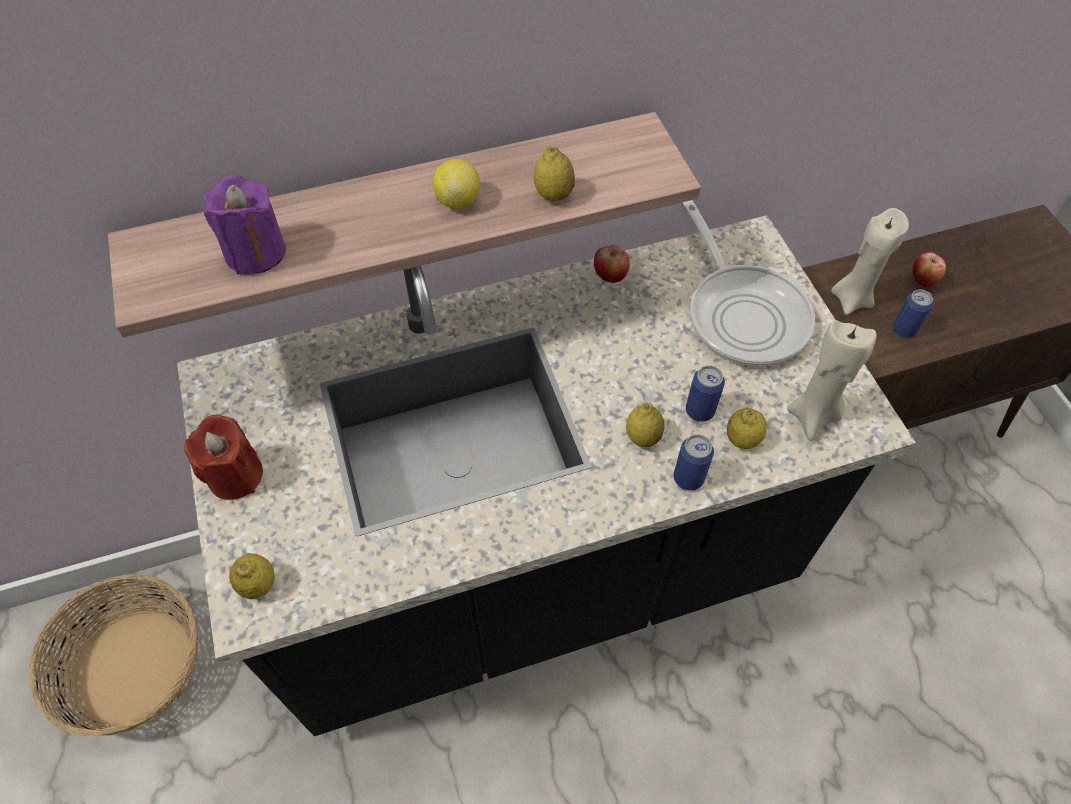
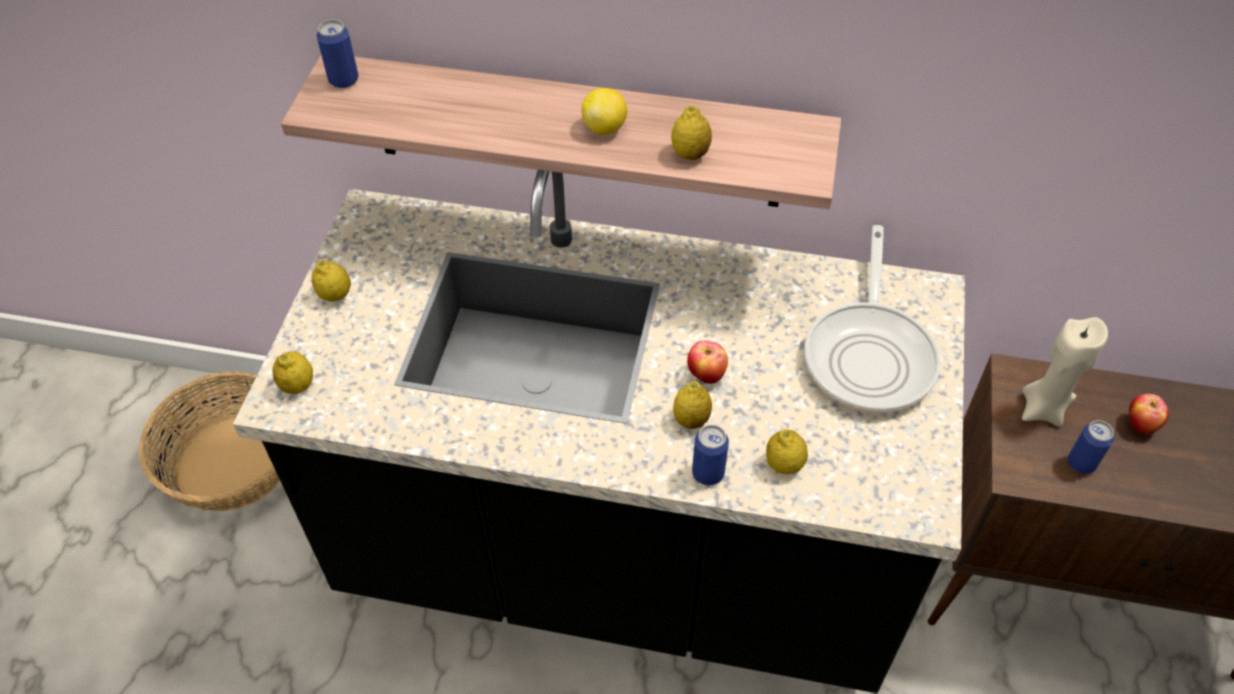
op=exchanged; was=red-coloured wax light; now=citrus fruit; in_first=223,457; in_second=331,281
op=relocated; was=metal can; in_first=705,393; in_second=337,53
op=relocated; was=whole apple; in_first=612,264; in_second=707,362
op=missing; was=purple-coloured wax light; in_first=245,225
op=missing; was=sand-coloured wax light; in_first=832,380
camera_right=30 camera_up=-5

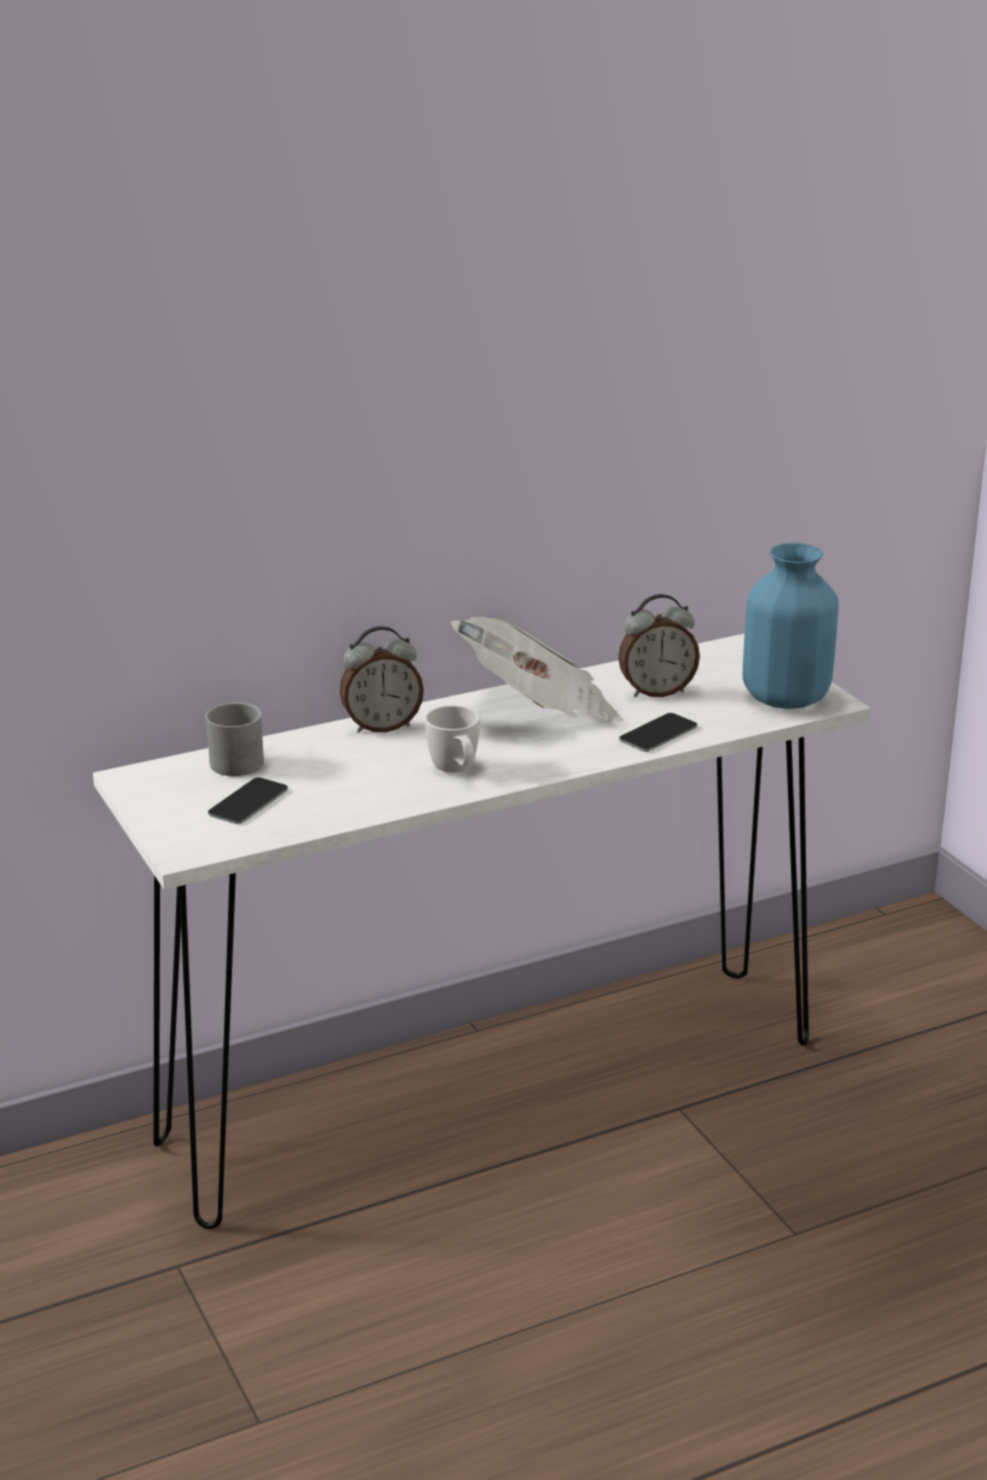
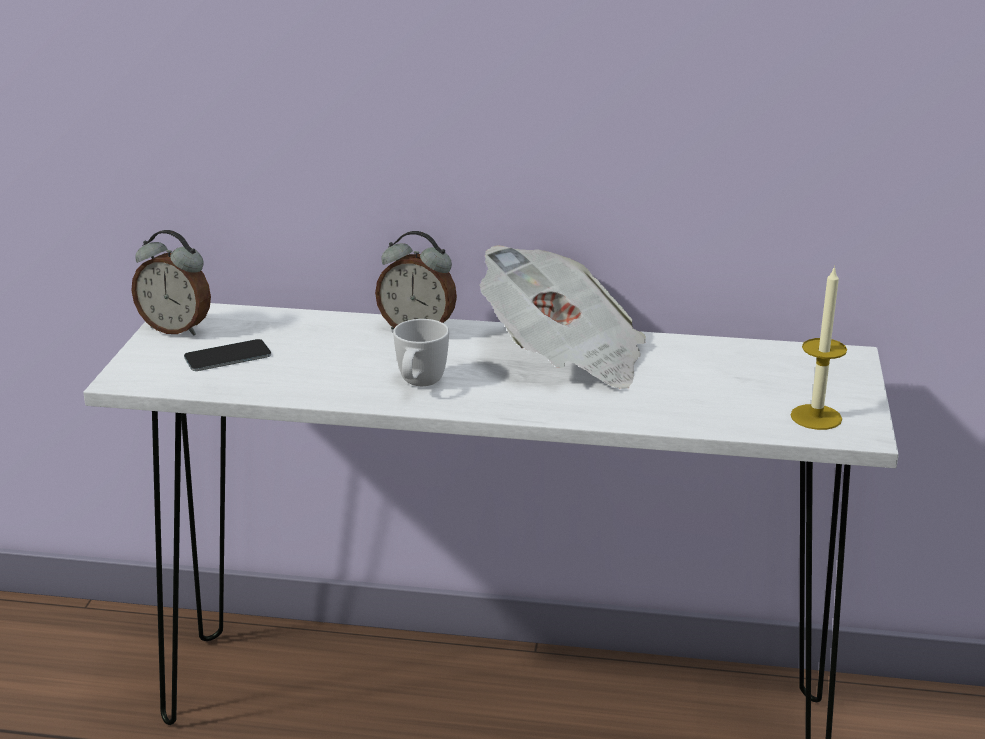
op=relocated; was=alarm clock; in_first=659,645; in_second=171,283
op=exchanged; was=blue-coloured decorative vase; now=wax light; in_first=791,626; in_second=819,347
op=missing; was=greyish tea mug; in_first=234,739
op=missing; was=telephone; in_first=658,732
camera_right=35 camera_up=0

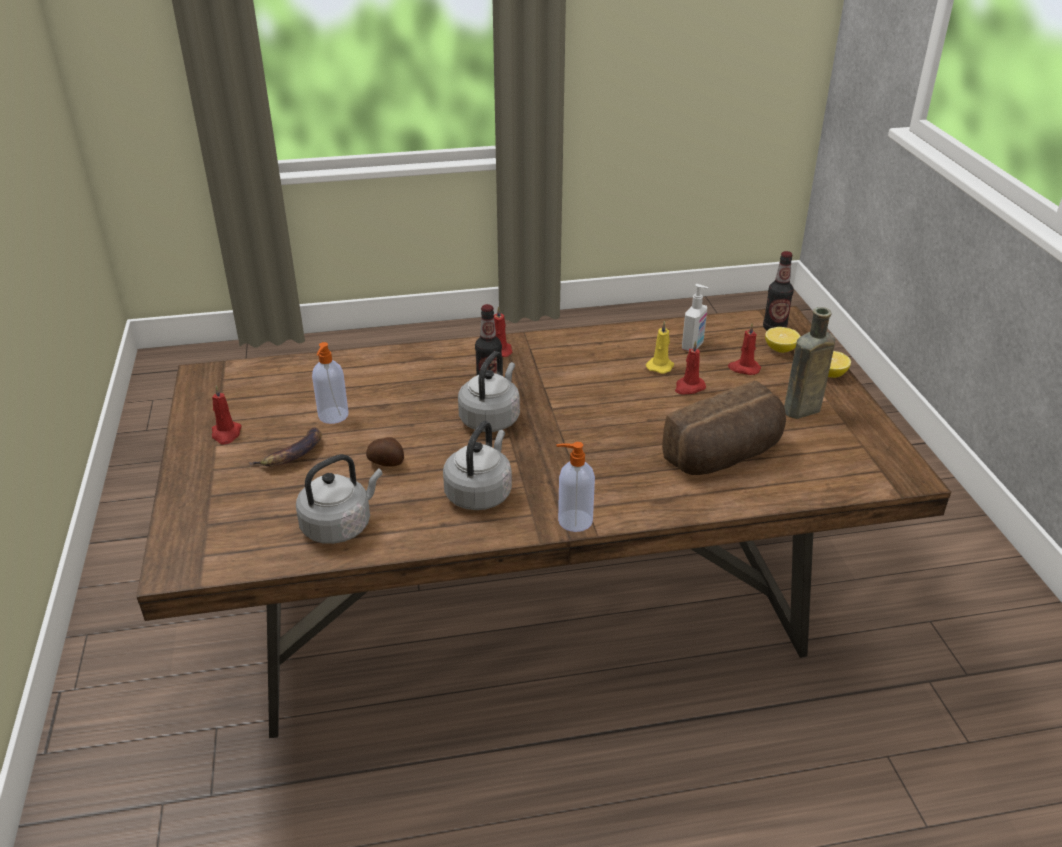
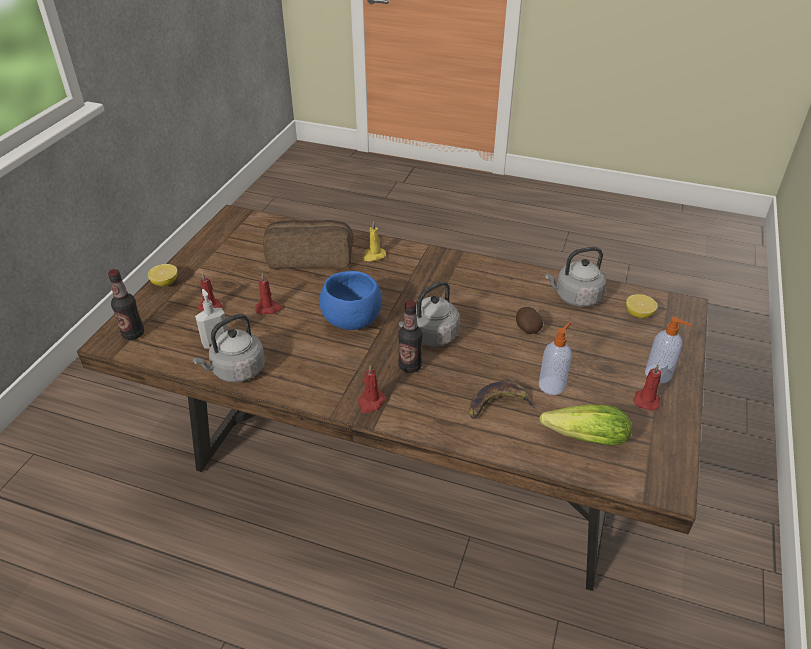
op=relocated; was=greyish tea kettle; in_first=477,465; in_second=229,348
op=appeared; now=blue-coloured deep dish; in_second=350,300
op=relocated; was=yellowish wax light; in_first=660,347; in_second=374,241
op=relocated; was=whole banana; in_first=285,447; in_second=502,400
op=appeared; now=lettuce; in_second=585,425
op=relocated; was=citrus fruit; in_first=783,340; in_second=642,306
op=relocated; was=soap dispenser; in_first=576,487; in_second=668,350
op=missing; was=brown bottle; in_first=809,363
camera_right=-150 camera_up=5

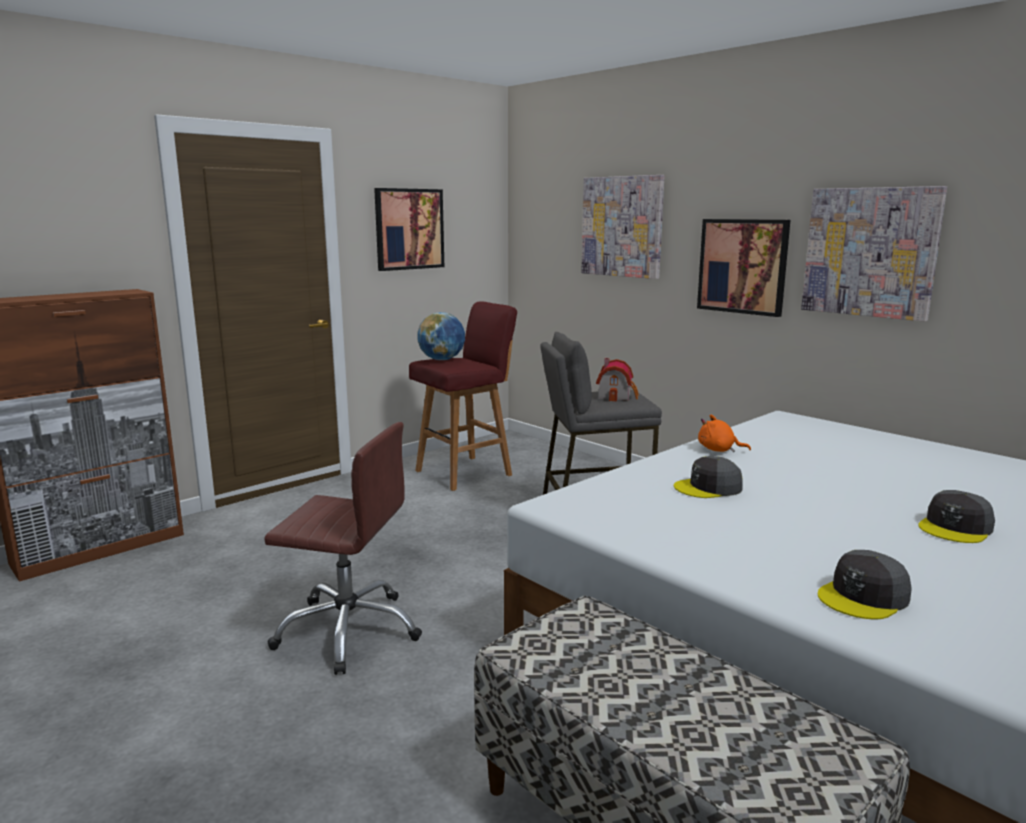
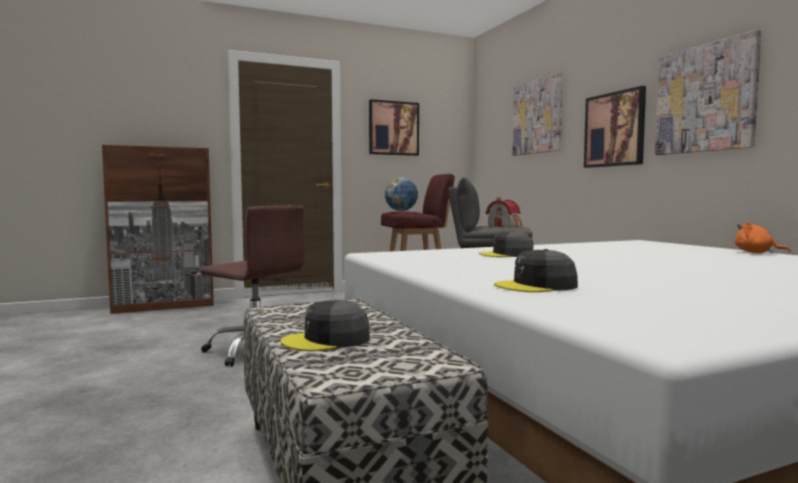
op=relocated; was=greyish peaked cap; in_first=956,516; in_second=325,325
op=relocated; was=orange-coloured cuddly toy; in_first=724,433; in_second=763,238
camera_right=20 camera_up=-10

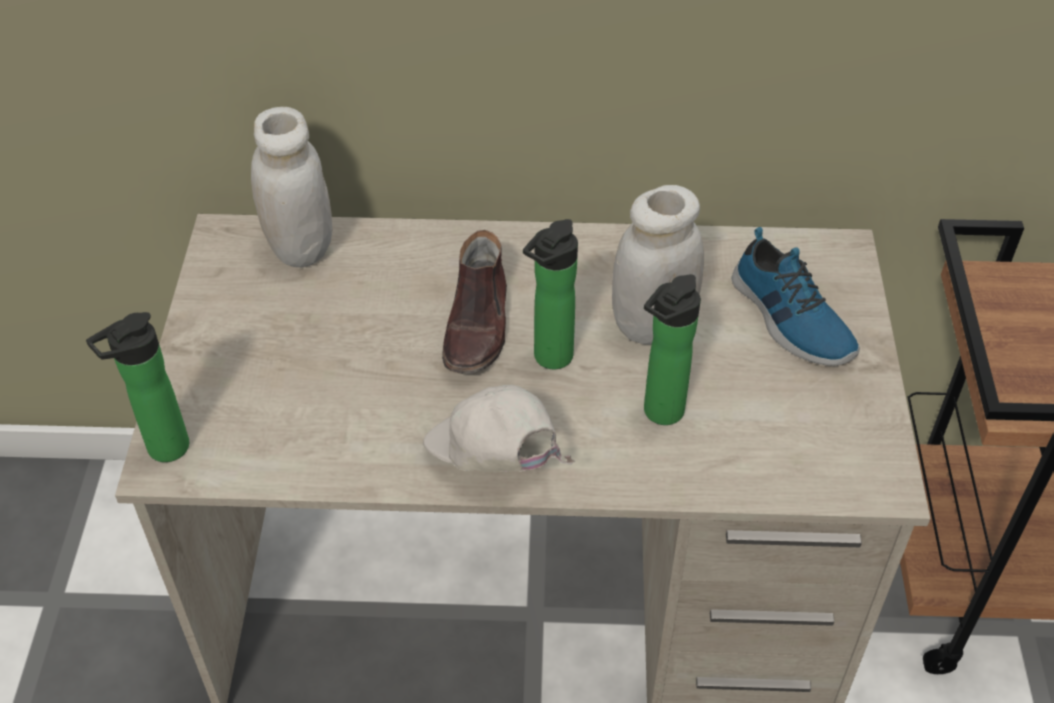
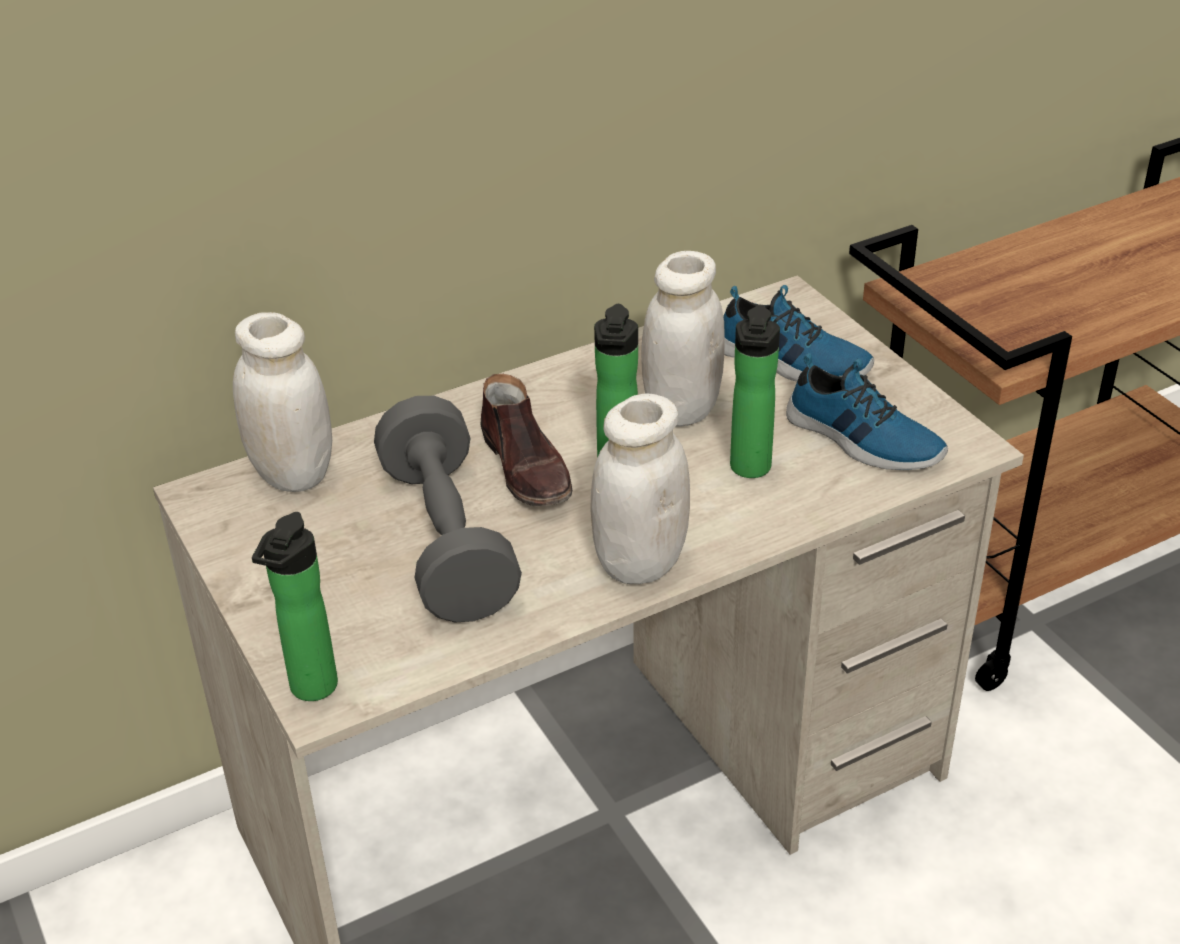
op=appeared; now=greyish free weight; in_second=448,509
op=exchanged; was=white peaked cap; now=white jar; in_first=499,428; in_second=640,488
op=appeared; now=shoe; in_second=867,411
camera_right=-30 camera_up=-10

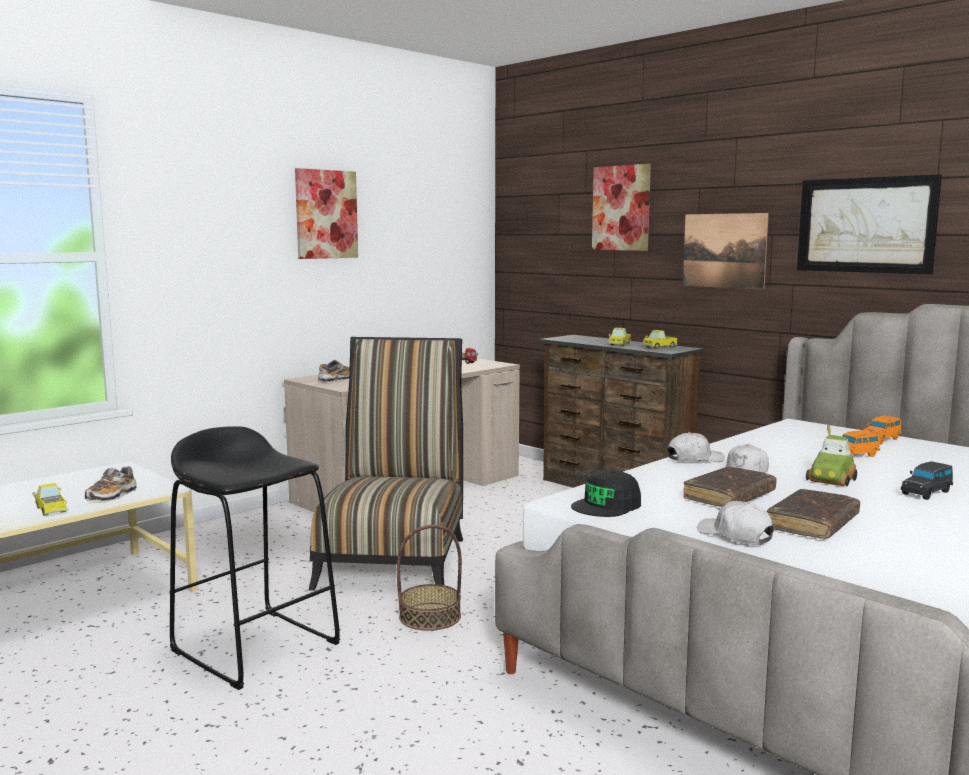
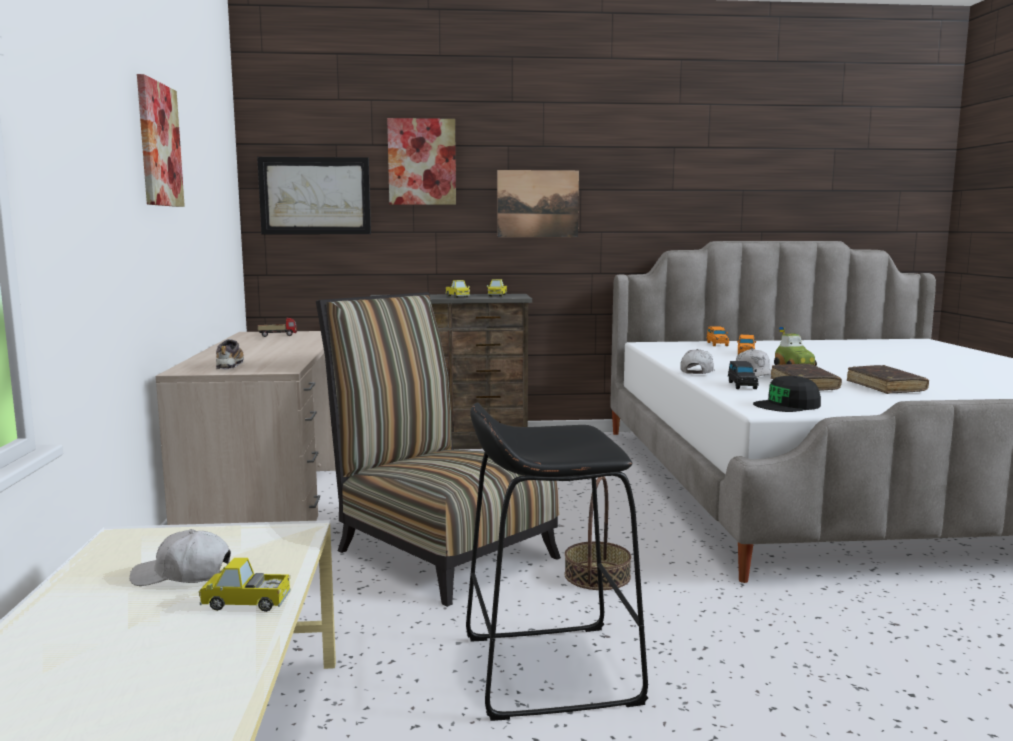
op=relocated; was=white peaked cap; in_first=735,523; in_second=180,557
op=relocated; was=wall art; in_first=869,224; in_second=314,195
op=relocated; was=blackish toy car; in_first=927,480; in_second=743,375
op=spun; was=blackish peaked cap; in_first=606,493; in_second=787,394; clockwise=75
op=missing; was=shoe; in_first=111,483
camera_right=-50 camera_up=0

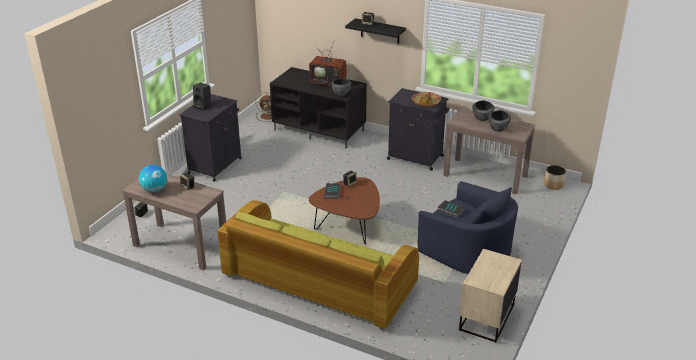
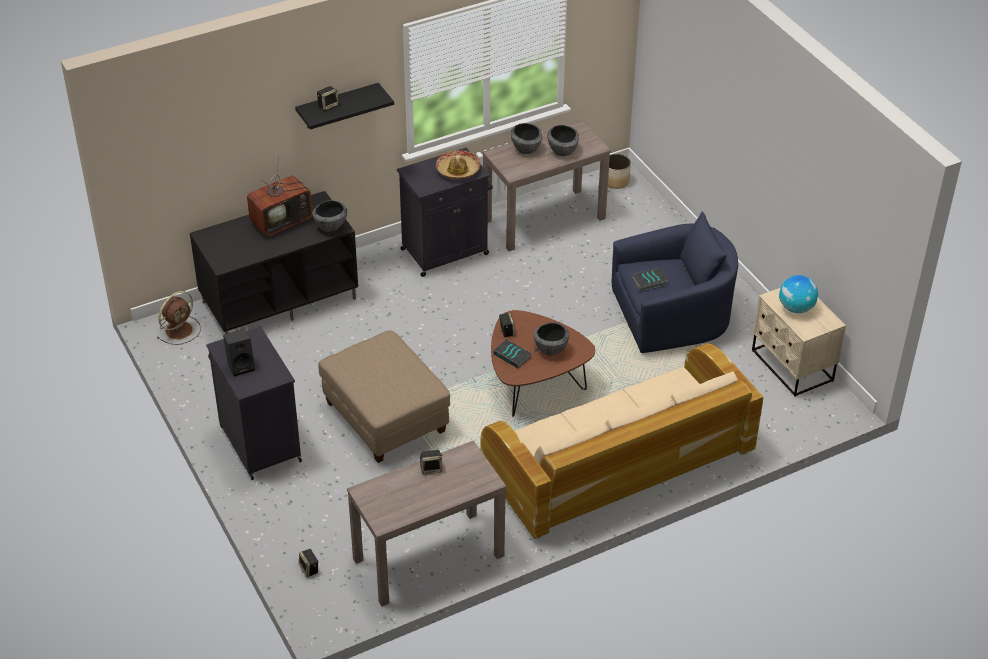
op=appeared; now=sand-coloured pouffe; in_second=384,396
op=colour; was=green sofa; now=sand-coloured sofa; in_first=318,265; in_second=622,441
op=appeared; now=deep dish; in_second=551,338
op=relocated; was=world globe; in_first=153,178; in_second=798,294
camera_right=-55 camera_up=10

